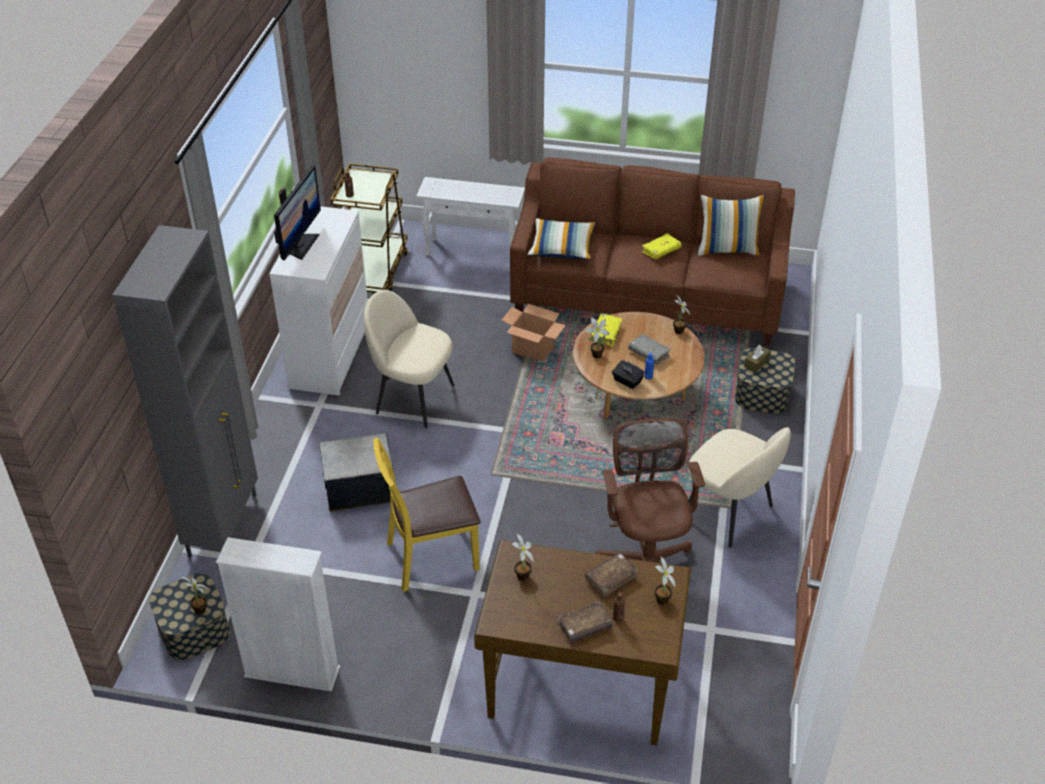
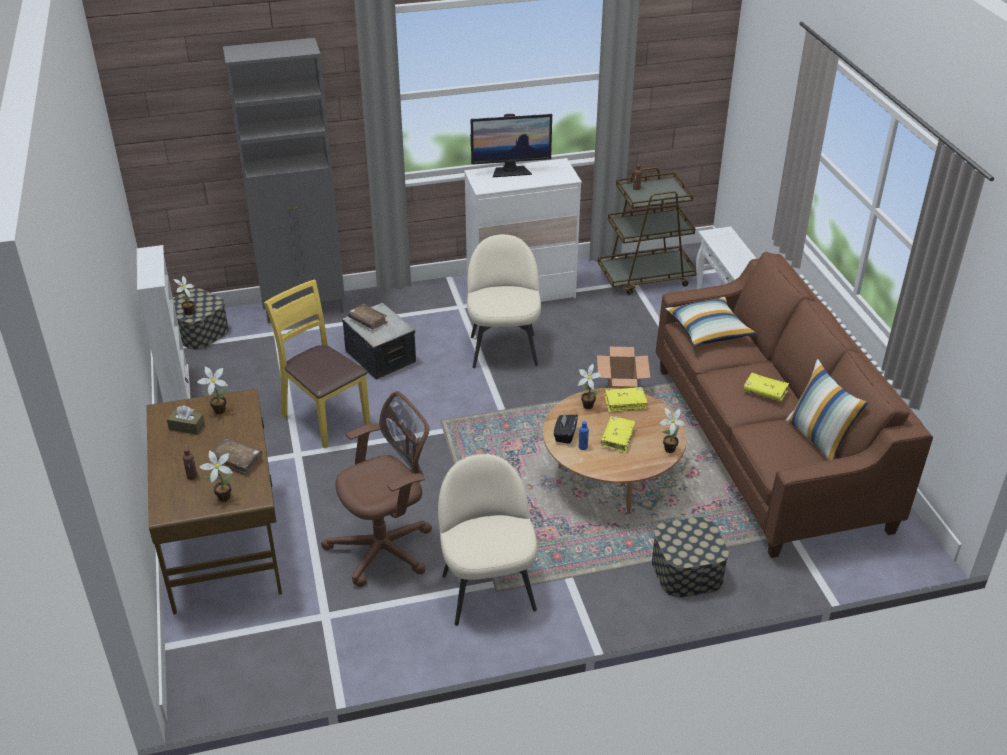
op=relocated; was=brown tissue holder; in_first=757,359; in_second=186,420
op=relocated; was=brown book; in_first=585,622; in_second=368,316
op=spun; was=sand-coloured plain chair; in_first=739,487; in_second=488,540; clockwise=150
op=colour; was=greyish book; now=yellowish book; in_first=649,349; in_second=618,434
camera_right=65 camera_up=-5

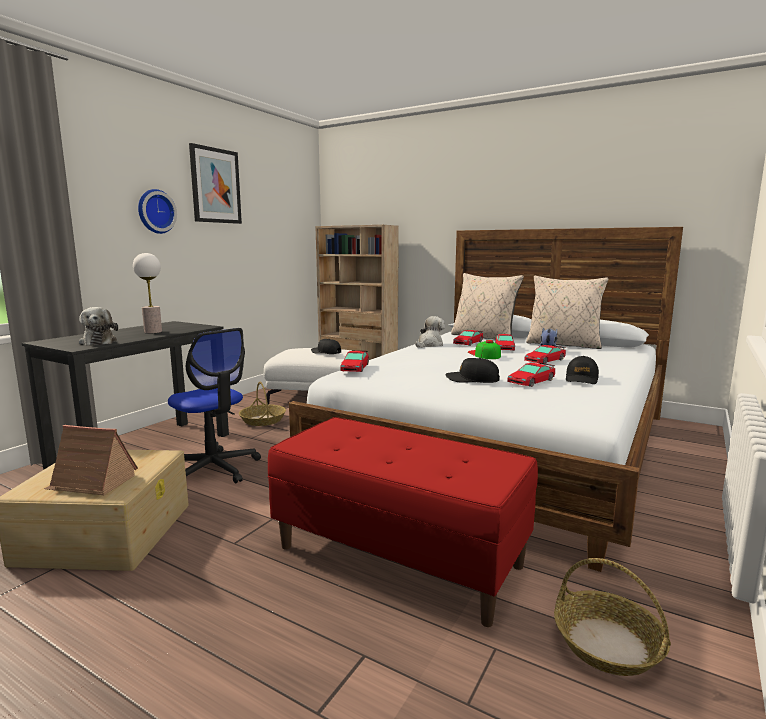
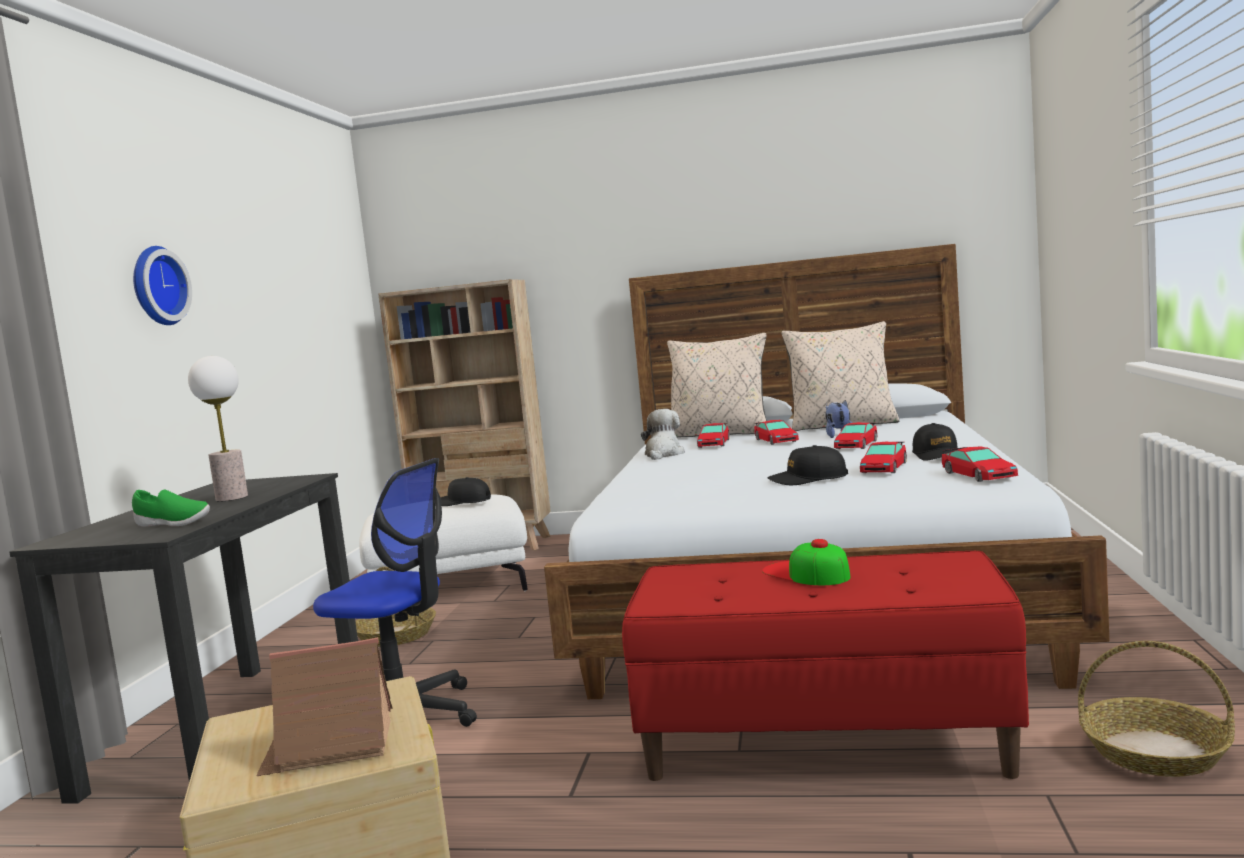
op=exchanged; was=cuddly toy; now=green shoe; in_first=98,326; in_second=171,508
op=relocated; was=peaked cap; in_first=484,349; in_second=806,562
op=relocated; was=toy car; in_first=354,361; in_second=980,464
op=missing; was=wall art; in_first=215,183
camera_right=-20 camera_up=-5

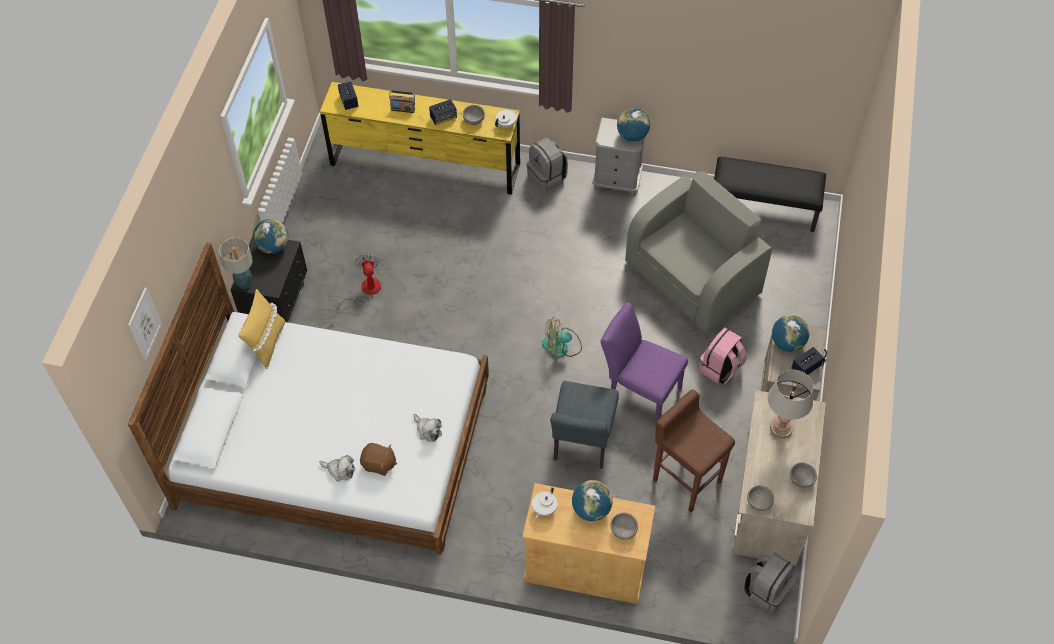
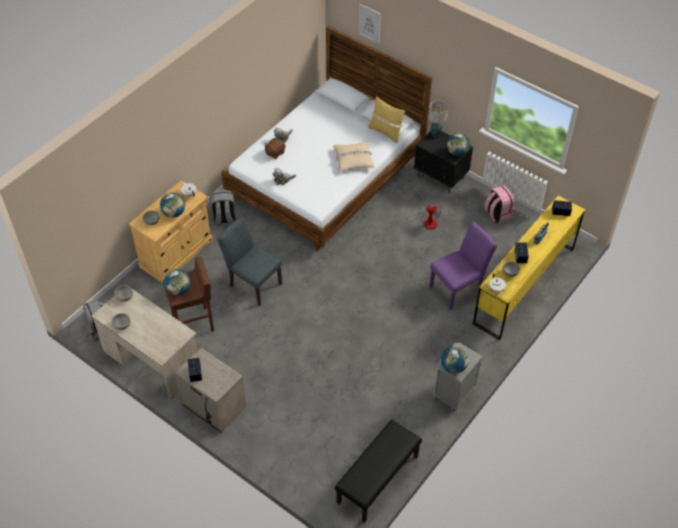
op=relocated; was=world globe; in_first=790,333; in_second=177,282
op=relocated; was=greyish rucksack; in_first=547,165; in_second=223,207
op=appeared; now=sand-coloured pillow; in_second=354,156
op=relocated; was=purple-coloured plain chair; in_first=644,363; in_second=463,266
op=relocated; was=pinkish rucksack; in_first=722,356; in_second=499,204
op=missing; was=fan; in_first=562,337
op=missing; was=greyish armchair; in_first=698,252
op=missing; was=greyish table lamp; in_first=790,404
camera_right=115 camera_up=-5

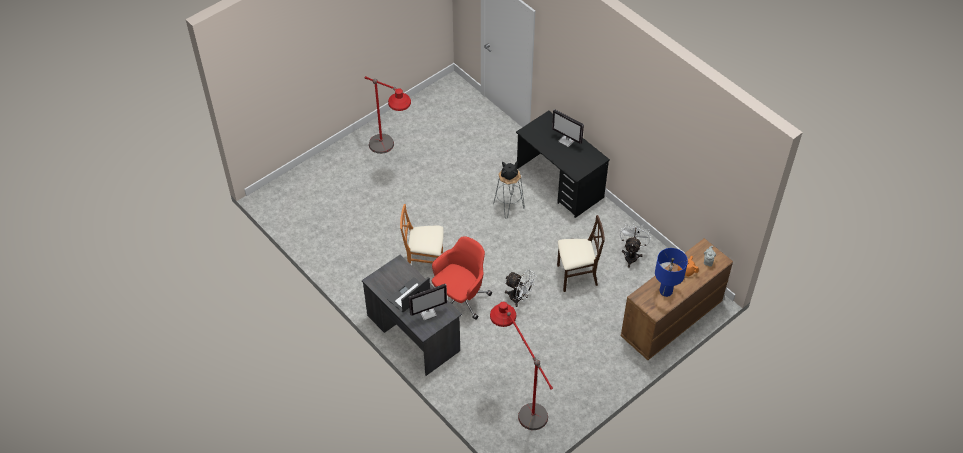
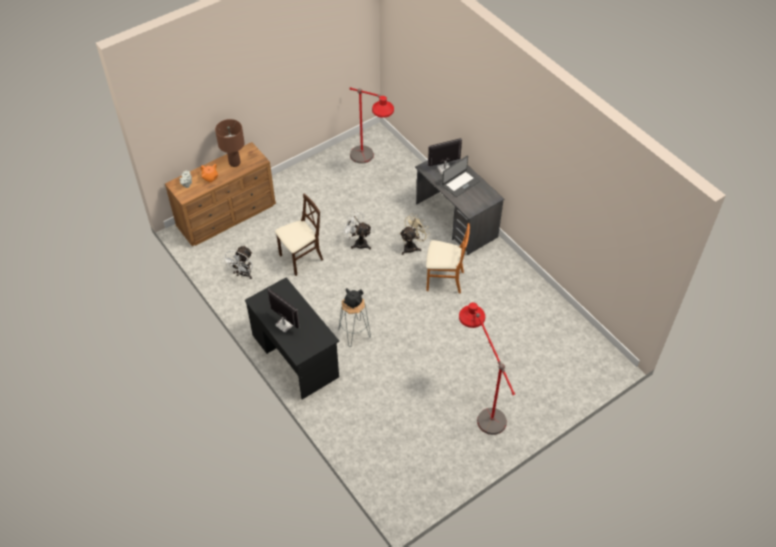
op=colour; was=blue-coloured table lamp; now=brown table lamp; in_first=671,272; in_second=230,143
op=spun; was=sand-coloured plain chair; in_first=581,253; in_second=299,234; clockwise=150
op=exchanged; was=red-coloured office chair; now=sand-coloured fan; in_first=462,278; in_second=414,234
camera_right=-175 camera_up=0

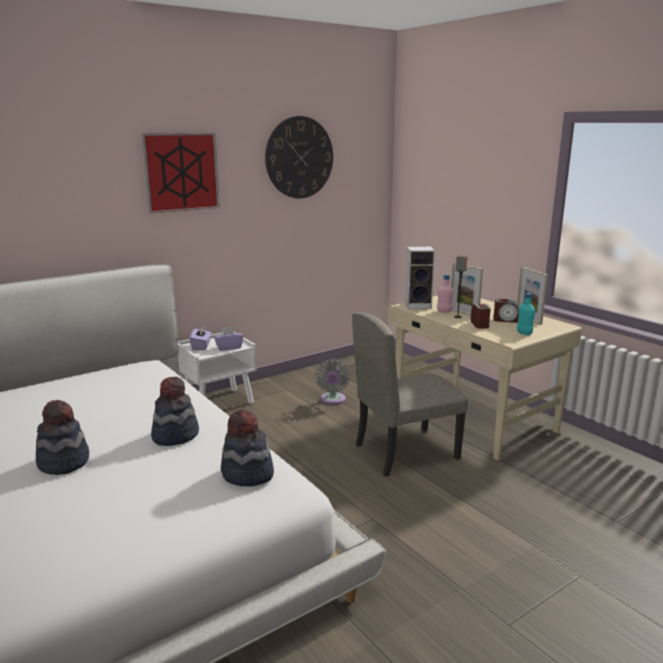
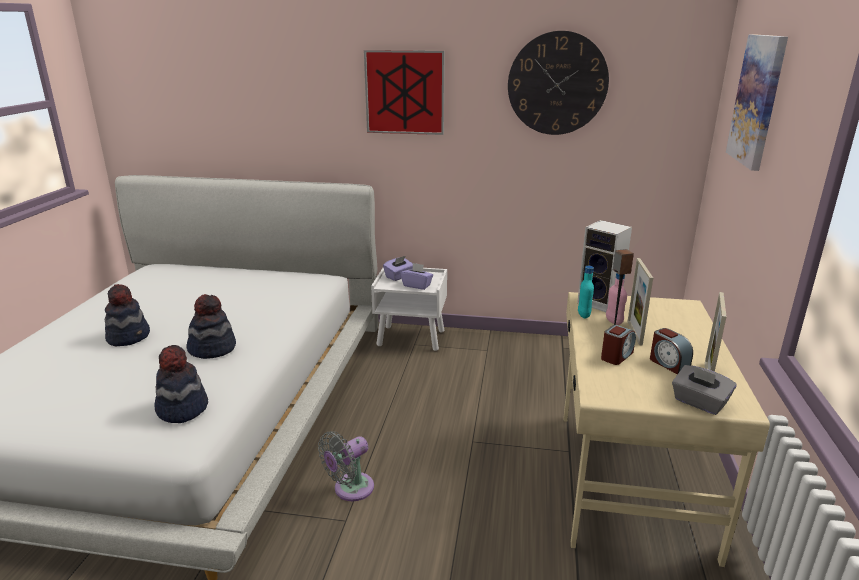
op=relocated; was=greyish fan; in_first=332,382; in_second=346,466
op=relocated; was=turquoise bottle; in_first=526,314; in_second=586,292
op=appeared; now=greyish tissue holder; in_second=704,390
op=appeared; now=wall art; in_second=757,103
op=missing; was=sand-coloured plain chair; in_first=410,394
camera_right=45 camera_up=5

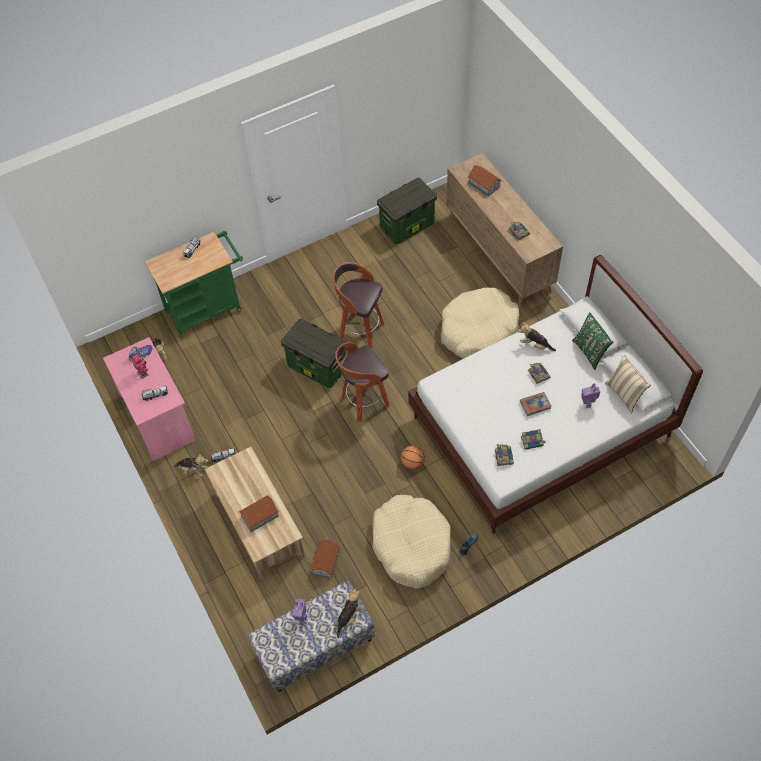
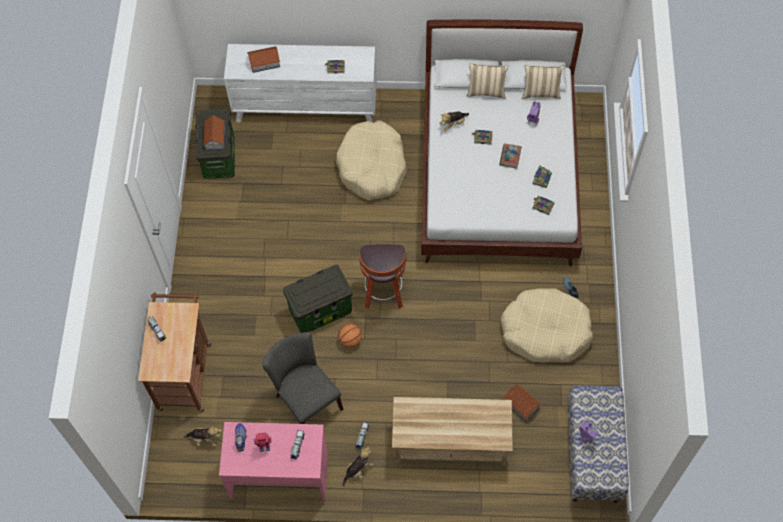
op=colour; was=green wheeled cart; now=brown wheeled cart; in_first=194,285; in_second=174,352
op=relocated; was=model house; in_first=259,513; in_second=214,132
op=colour; was=brown drawer chest; now=white drawer chest; in_first=504,230; in_second=300,83
op=appeared; now=greyish plain chair; in_second=302,378
op=relocated; was=ball for basketball; in_first=413,458; in_second=350,336
op=colour; was=green pillow; now=sand-coloured pillow; in_first=592,341; in_second=487,81
op=missing; was=stool seat; in_first=358,305
op=missing; was=cuddly toy; in_first=350,613
camera_right=-60 camera_up=5

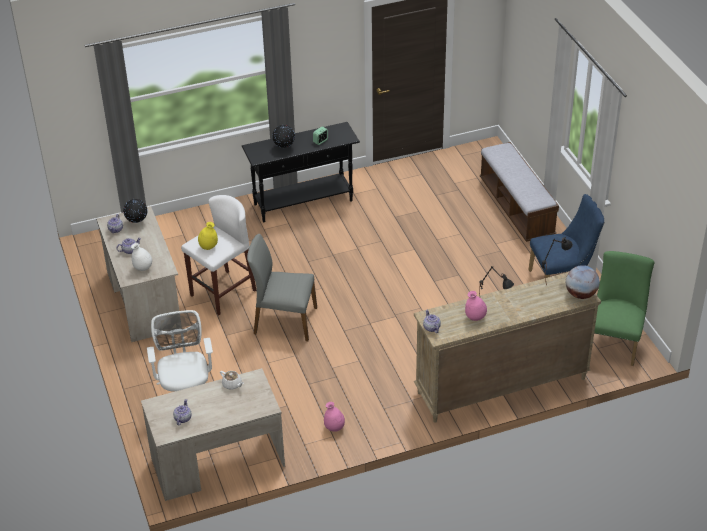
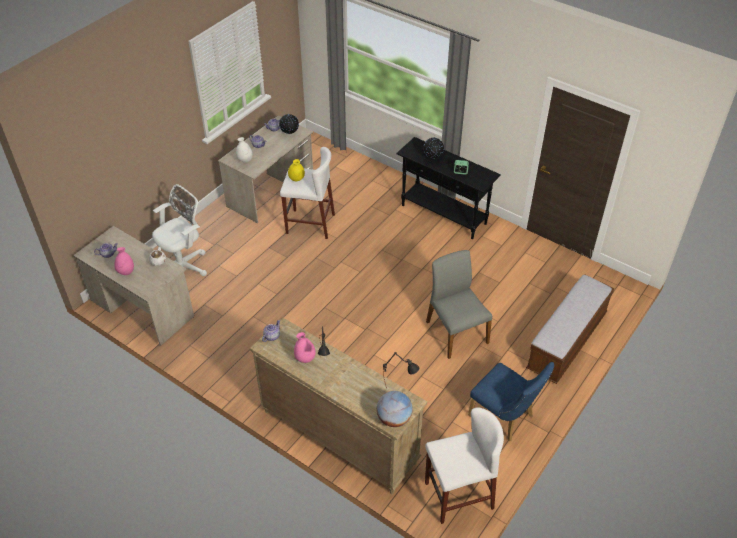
op=relocated; was=pinkish decorative vase; in_first=334,417; in_second=124,261
op=exchanged; was=green plain chair; now=white stool seat; in_first=624,308; in_second=464,465
op=relocated; was=greyish plain chair; in_first=282,287; in_second=459,304
camera_right=55 camera_up=5

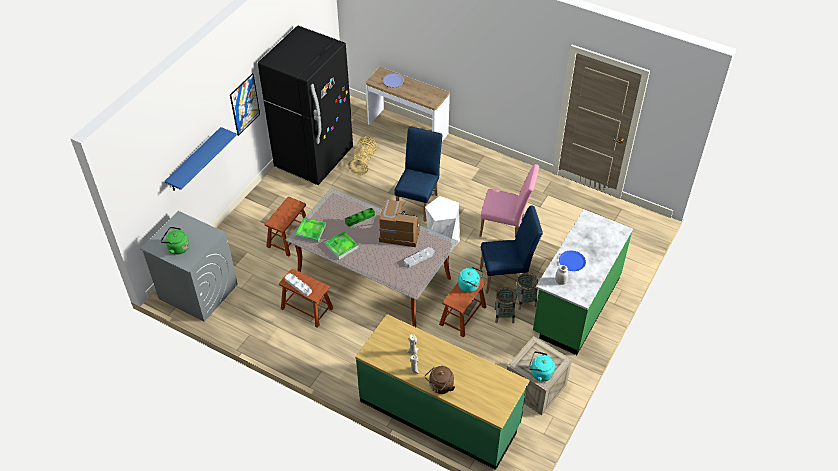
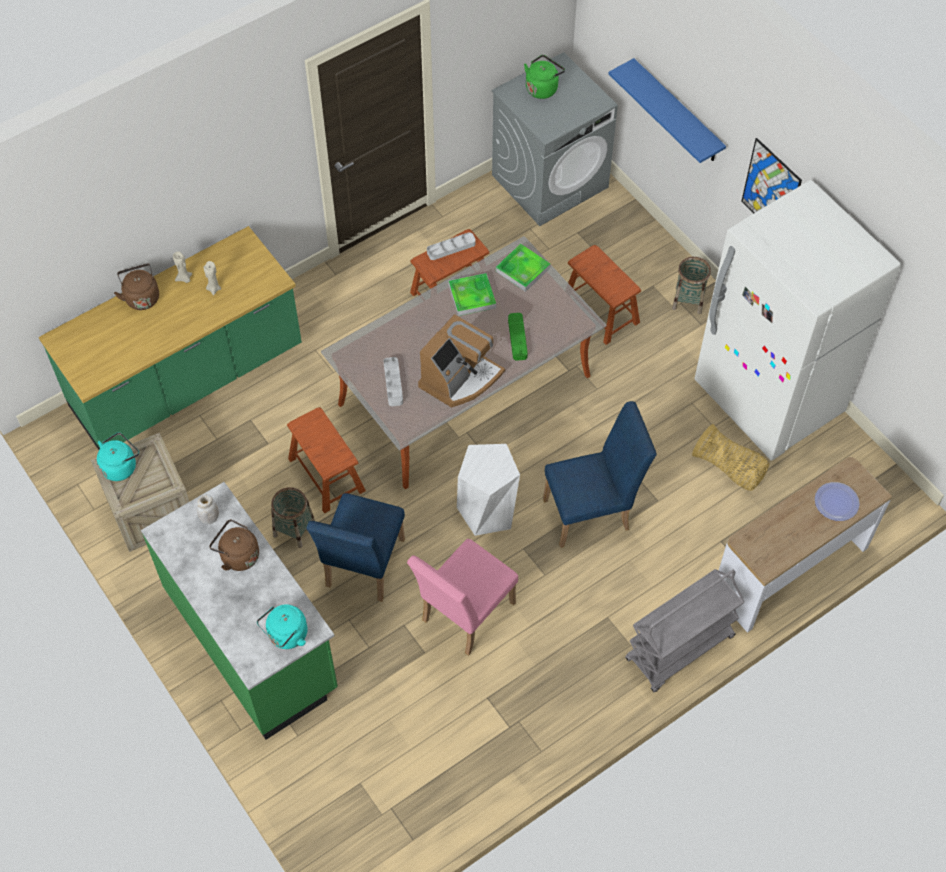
op=exchanged; was=blue-coloured plate; now=brown tea kettle; in_first=572,261; in_second=234,545
op=relocated; was=turquoise tea kettle; in_first=470,279; in_second=282,626
op=spun; was=blue-coloured plain chair; in_first=418,174; in_second=600,474; clockwise=-60
op=appeared; now=greyish wheeled cart; in_second=684,630
op=relocated; was=household basket; in_first=526,291; in_second=691,285
op=colour; was=blackish refrigerator; now=white refrigerator; in_first=305,105; in_second=797,320
camera_right=115 camera_up=10

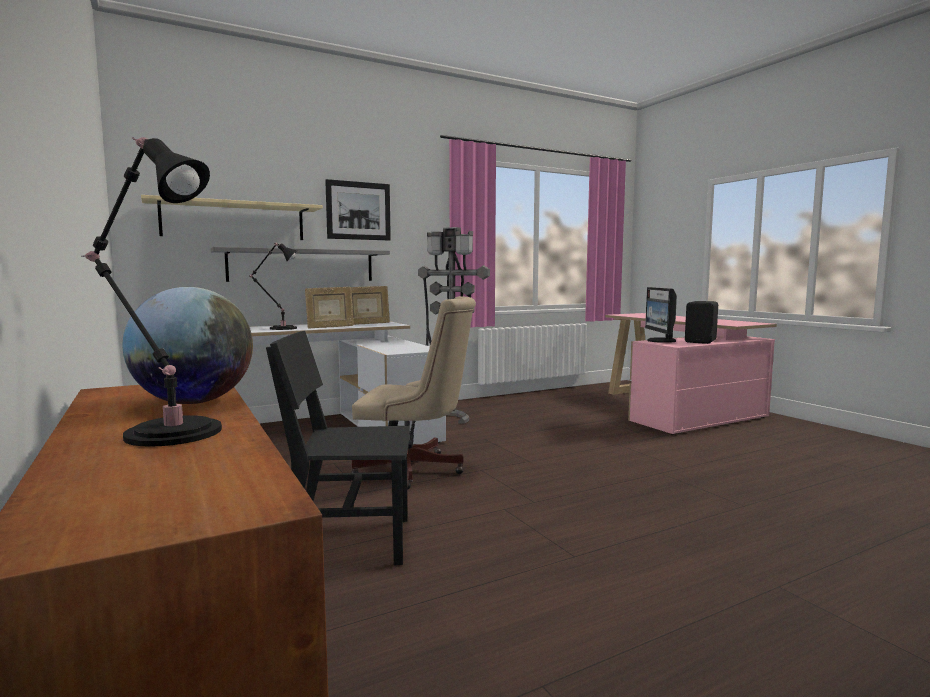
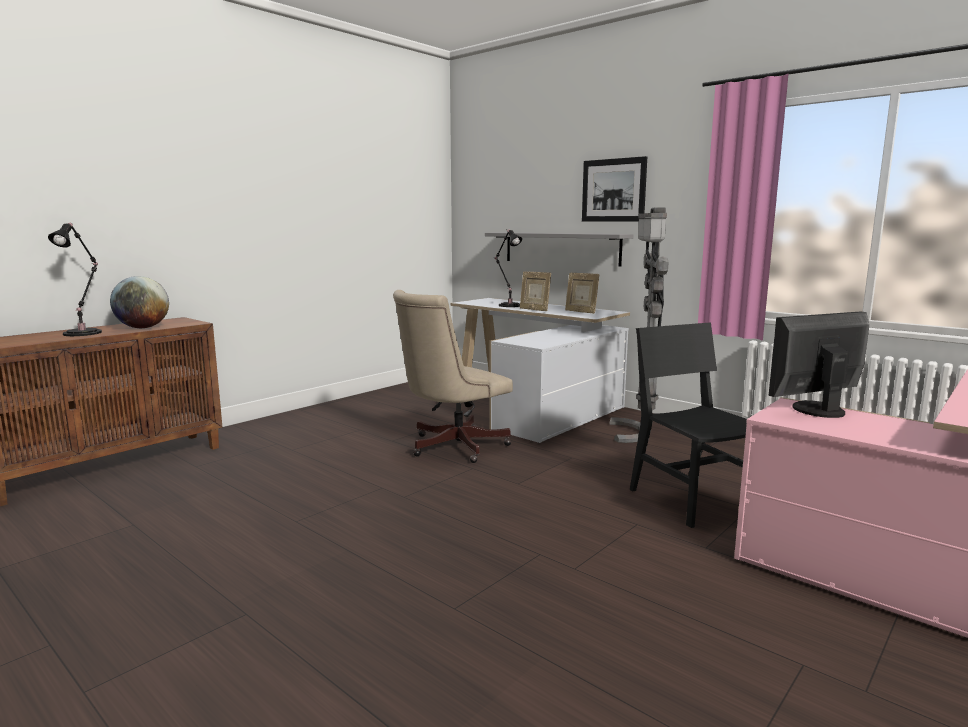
op=spun; was=sand-coloured office chair; in_first=413,393; in_second=453,376; clockwise=60
op=relocated; was=blackish plain chair; in_first=338,448; in_second=688,425
op=missing; was=sand-coloured bracket shelf; in_first=232,217
op=missing; was=blackish speaker; in_first=701,322
camera_right=70 camera_up=5

